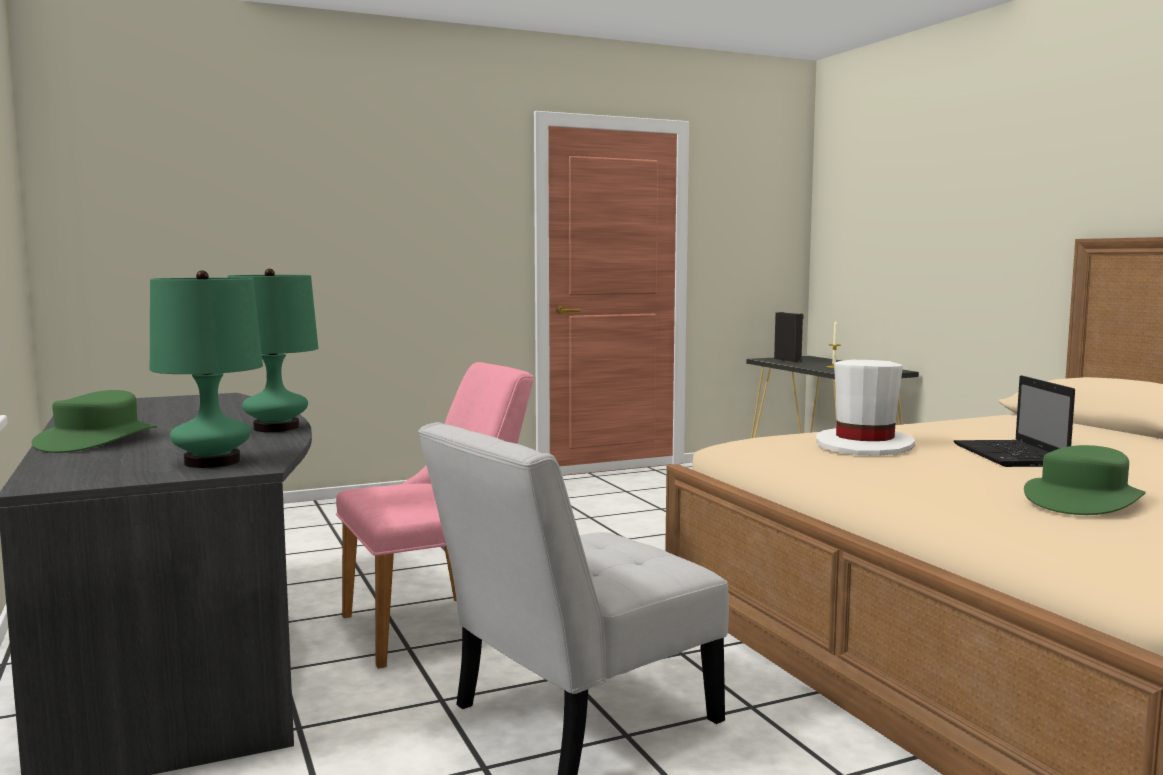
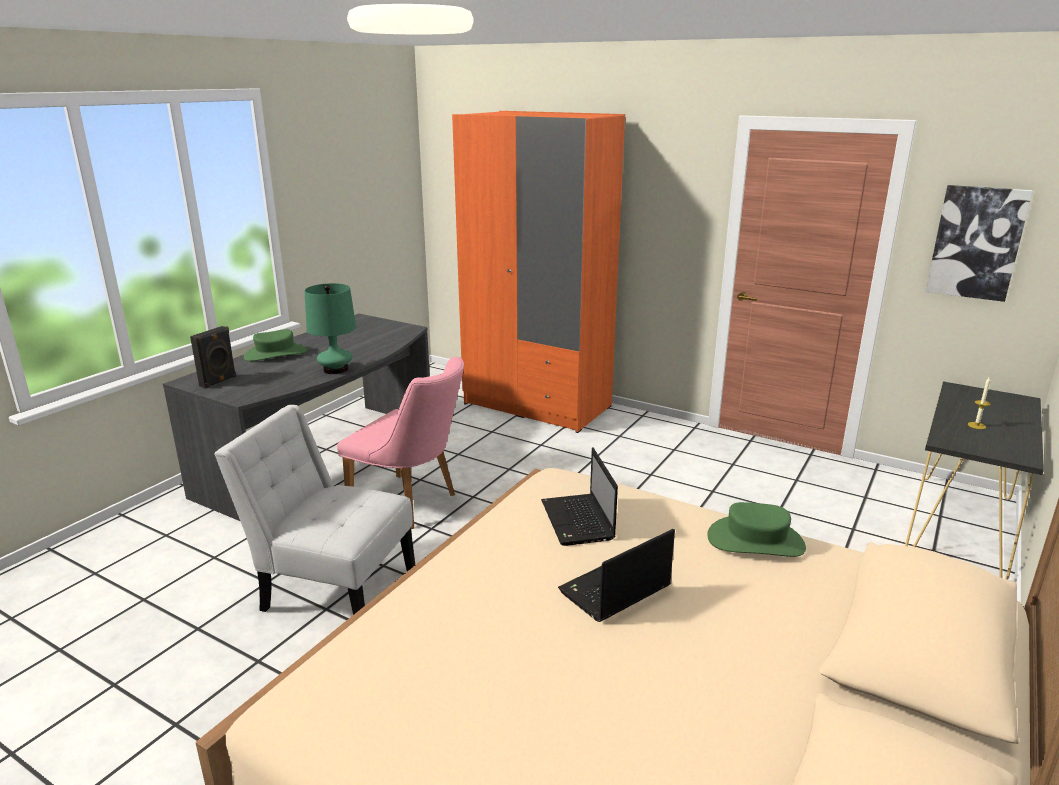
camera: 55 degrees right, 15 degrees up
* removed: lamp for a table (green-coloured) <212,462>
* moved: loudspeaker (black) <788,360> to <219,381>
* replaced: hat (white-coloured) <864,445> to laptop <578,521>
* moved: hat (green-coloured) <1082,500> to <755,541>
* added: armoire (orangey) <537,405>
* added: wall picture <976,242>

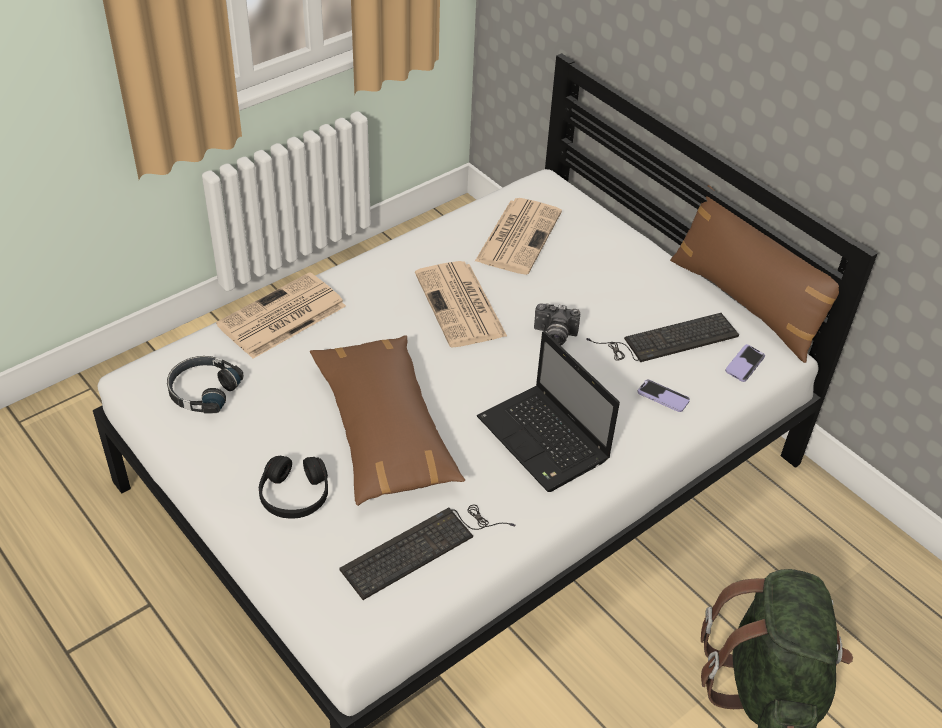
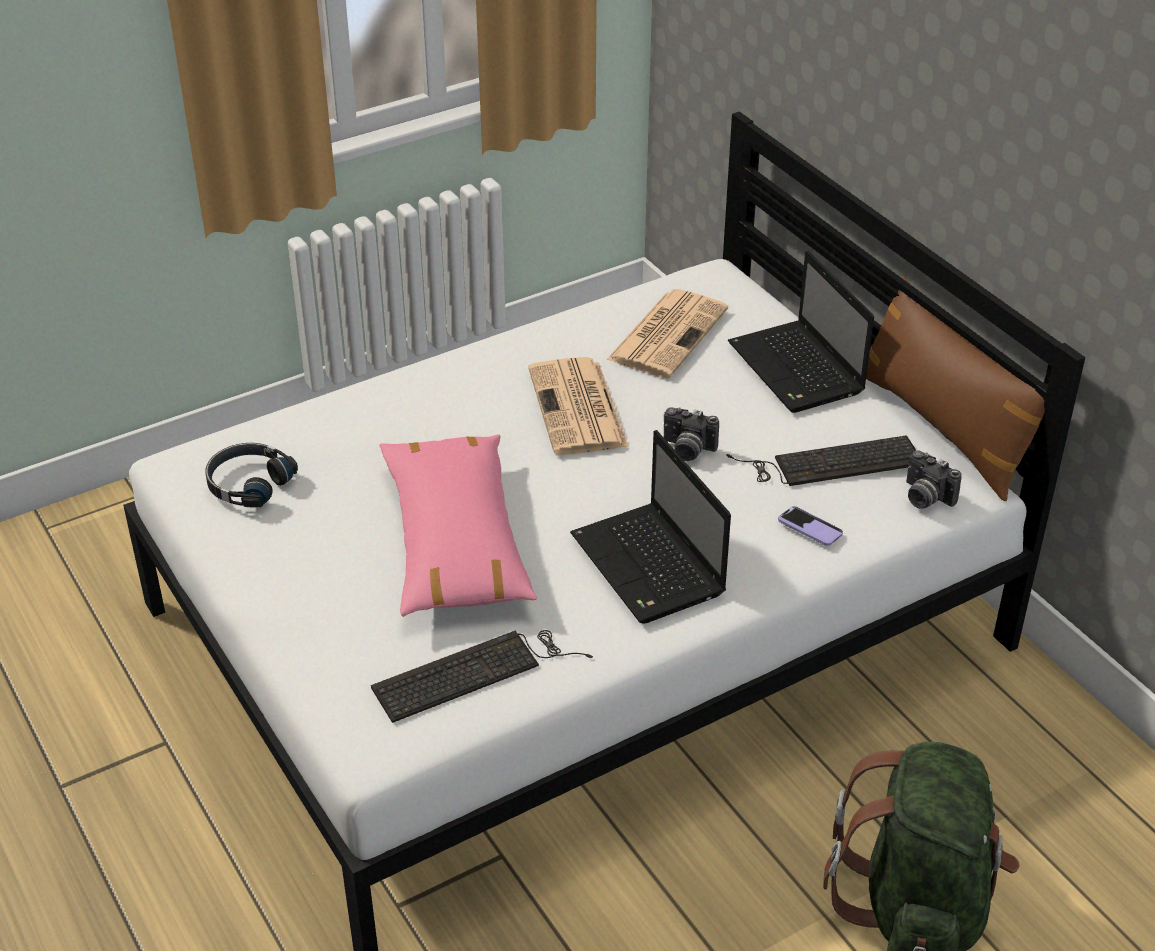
camera: 10 degrees right, 5 degrees down
* removed: daily paper <281,317>
* removed: headphones (black) <294,495>
* recoloured: cushion (brownish) <384,430> to cushion (pink-coloured) <455,541>
* replaced: telephone <744,364> to still camera <924,497>
* added: laptop <798,370>

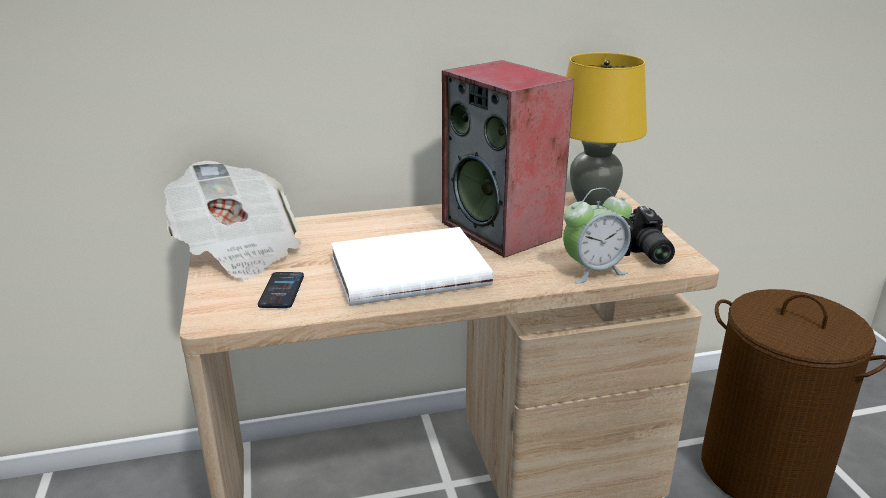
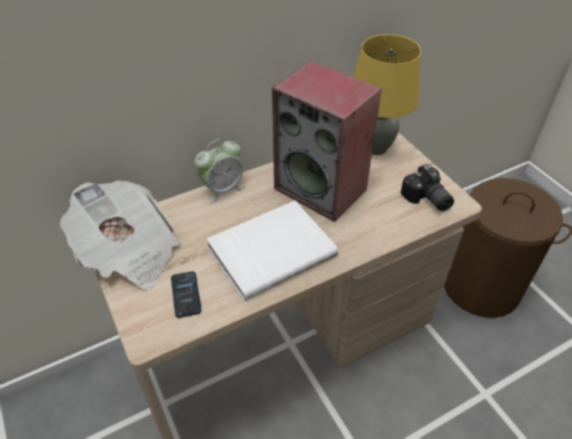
camera: 15 degrees left, 20 degrees up
* moved: bedside clock <593,271> to <222,189>

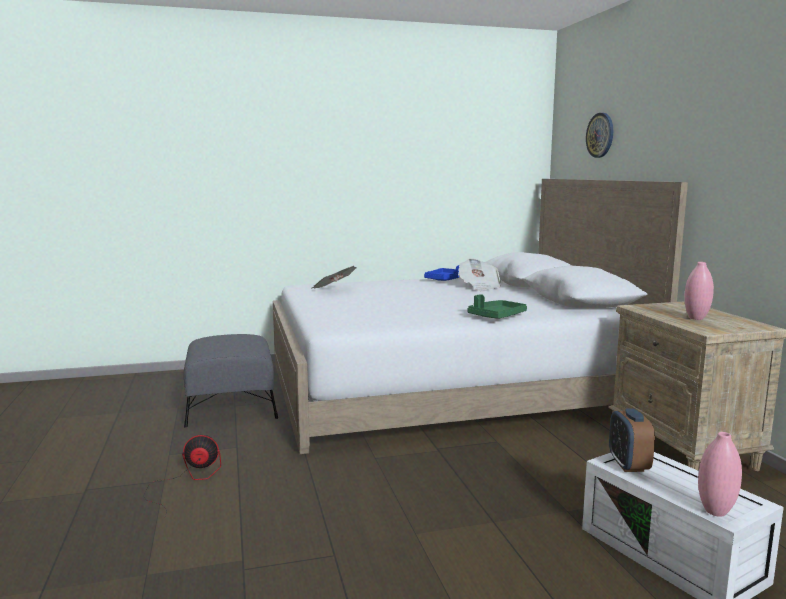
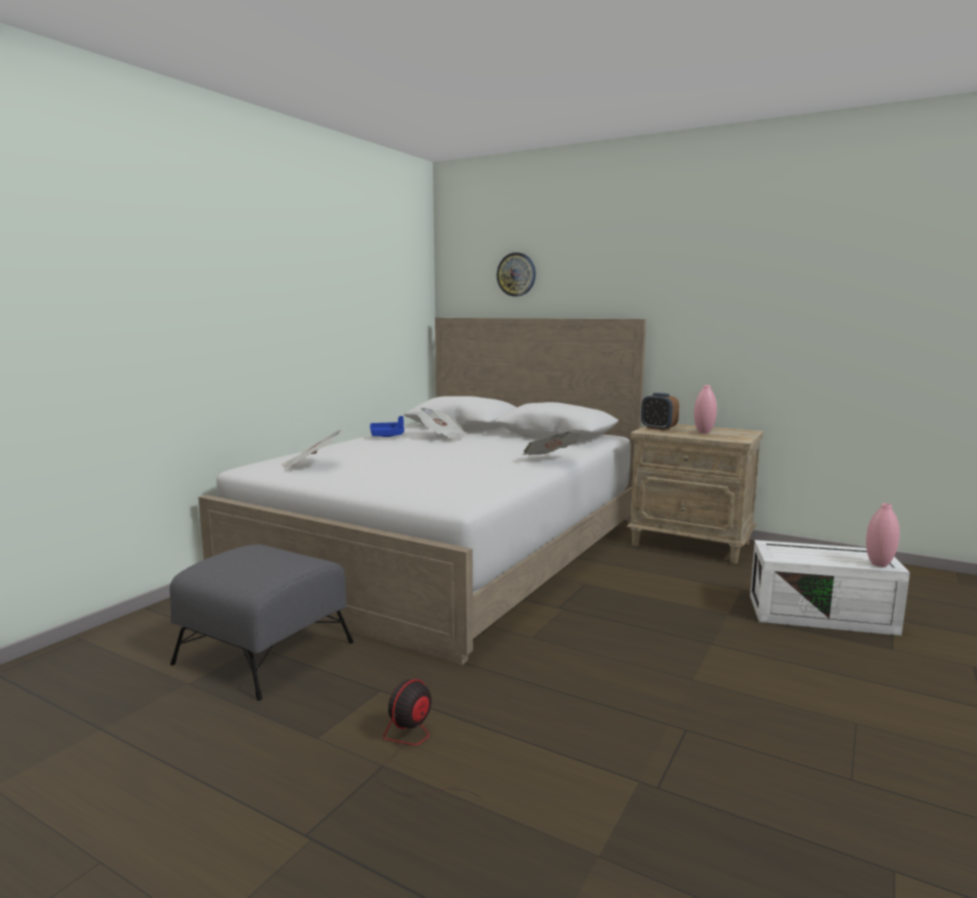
camera: 45 degrees left, 0 degrees up
* replaced: tray (green-coloured) <496,316> to daily paper <550,460>
* moved: bedside clock <628,465> to <658,428>

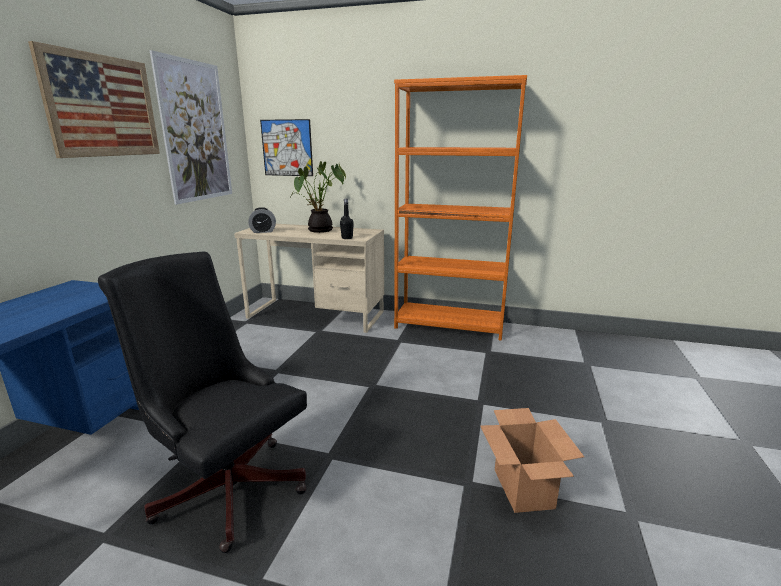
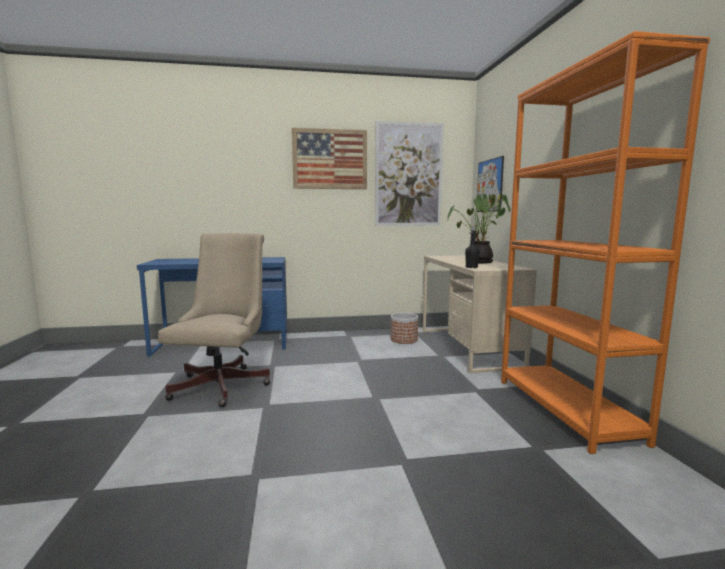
camera: 65 degrees right, 10 degrees down
* recoloured: desk chair (black) <226,484> to desk chair (beige-coloured) <224,383>
* removed: bedside clock <263,231>
* removed: carton <524,489>
* added: flower pot <404,340>

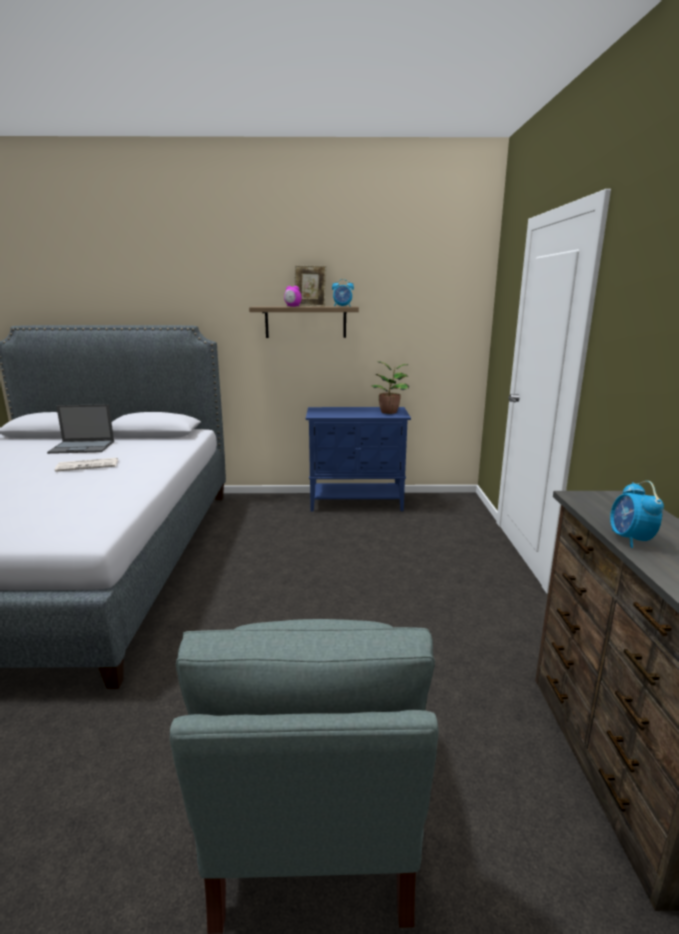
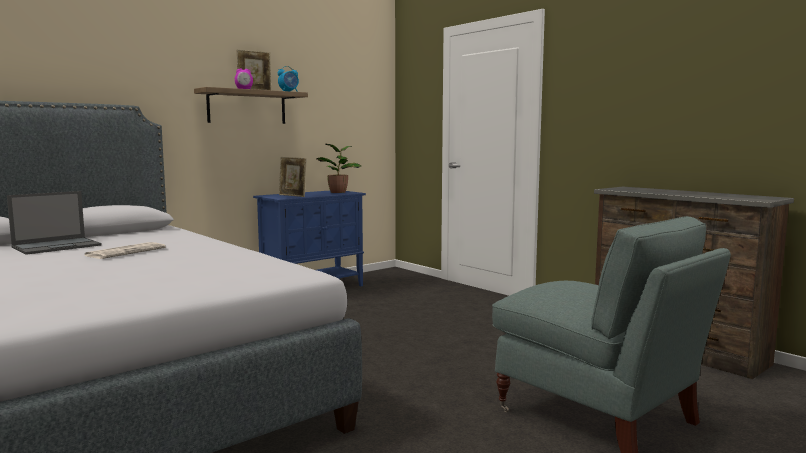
camera: 40 degrees left, 10 degrees down
* removed: bedside clock <630,539>
* added: standing frame <293,196>

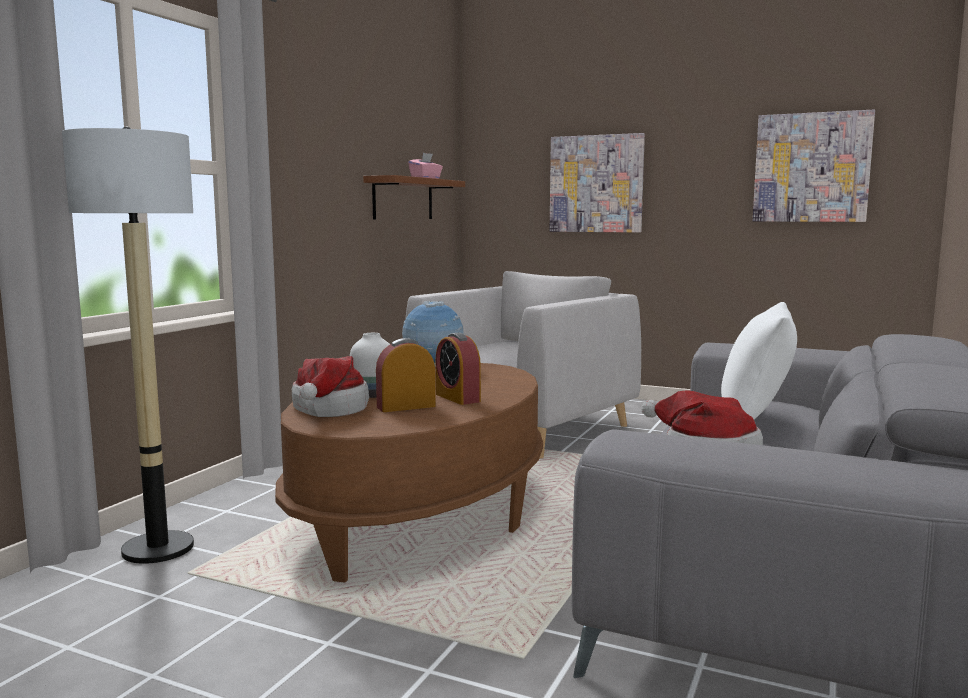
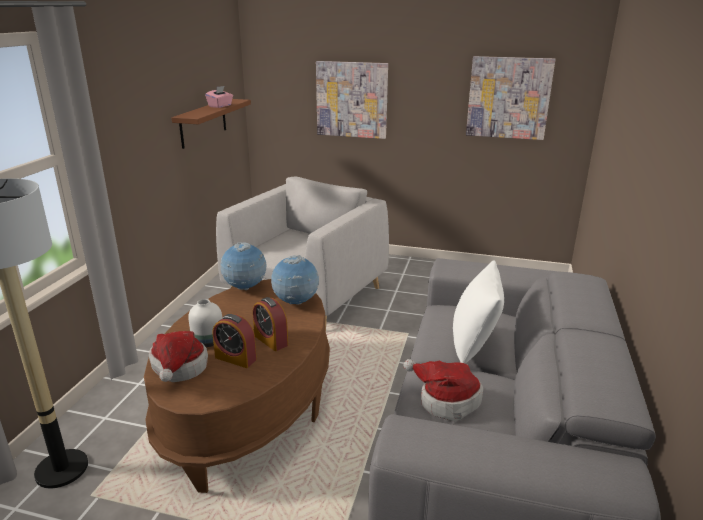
camera: 10 degrees left, 15 degrees up
* turned: bedside clock <406,406> = <235,358> 120 degrees counterclockwise
* added: world globe <296,303>

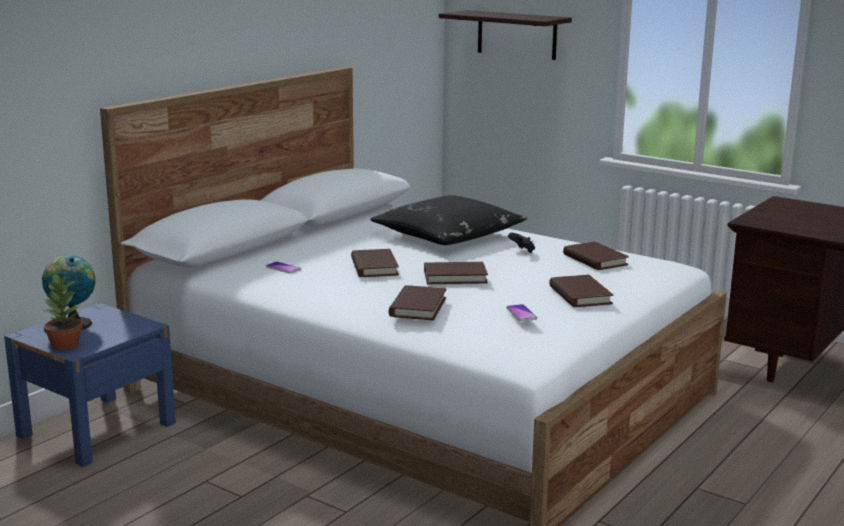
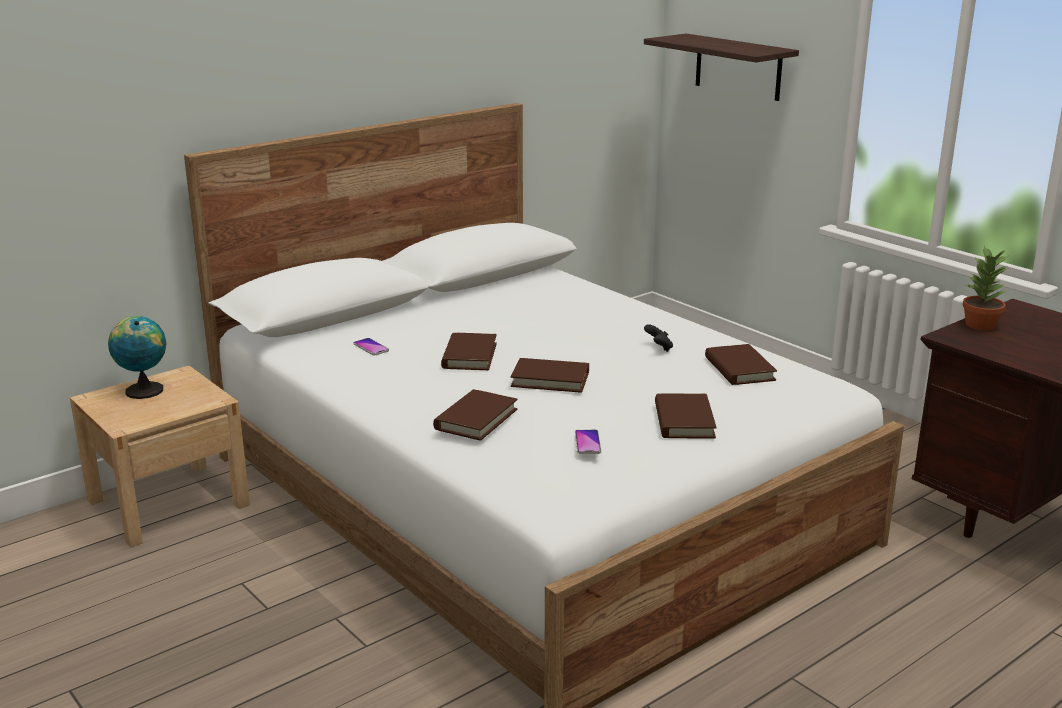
camera: 15 degrees right, 5 degrees up
* recoloured: night table (blue) <97,429> to night table (beige-coloured) <168,503>
* moved: plant in a pot <65,345> to <980,325>
* removed: cushion (black) <448,235>

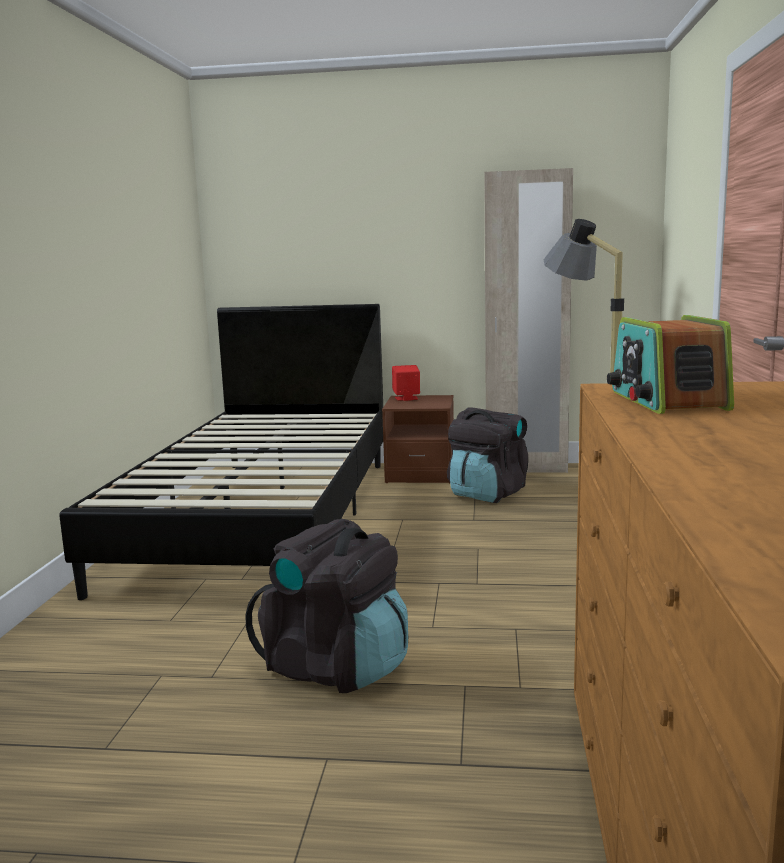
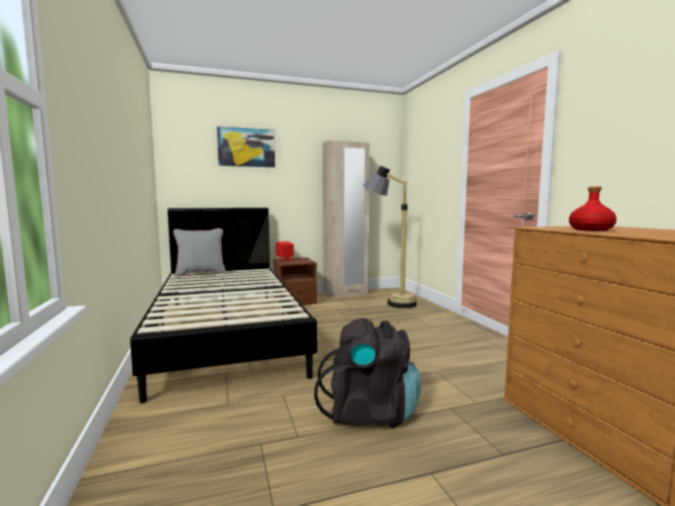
camera: 25 degrees left, 5 degrees down
* removed: knapsack (black) <487,494>
* replaced: radio <667,401> to bottle (red) <591,229>
* added: cushion (greyish) <200,274>
* added: wall picture <246,147>

